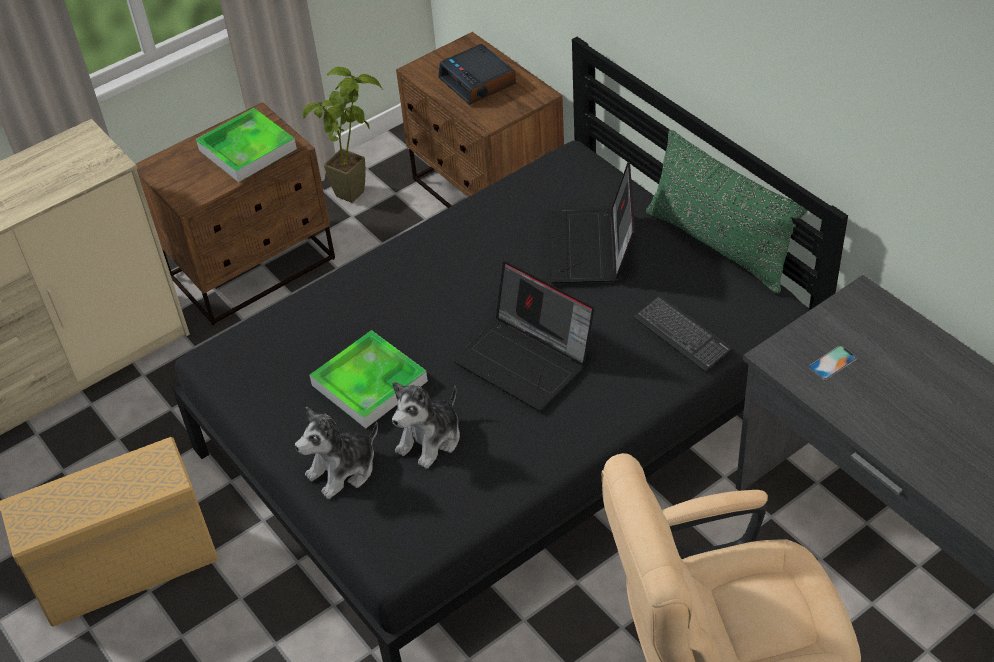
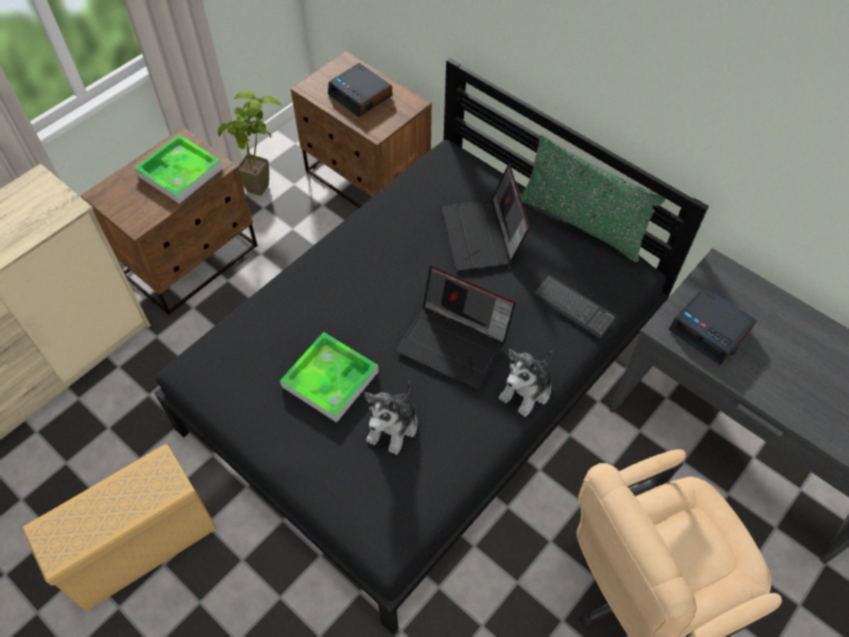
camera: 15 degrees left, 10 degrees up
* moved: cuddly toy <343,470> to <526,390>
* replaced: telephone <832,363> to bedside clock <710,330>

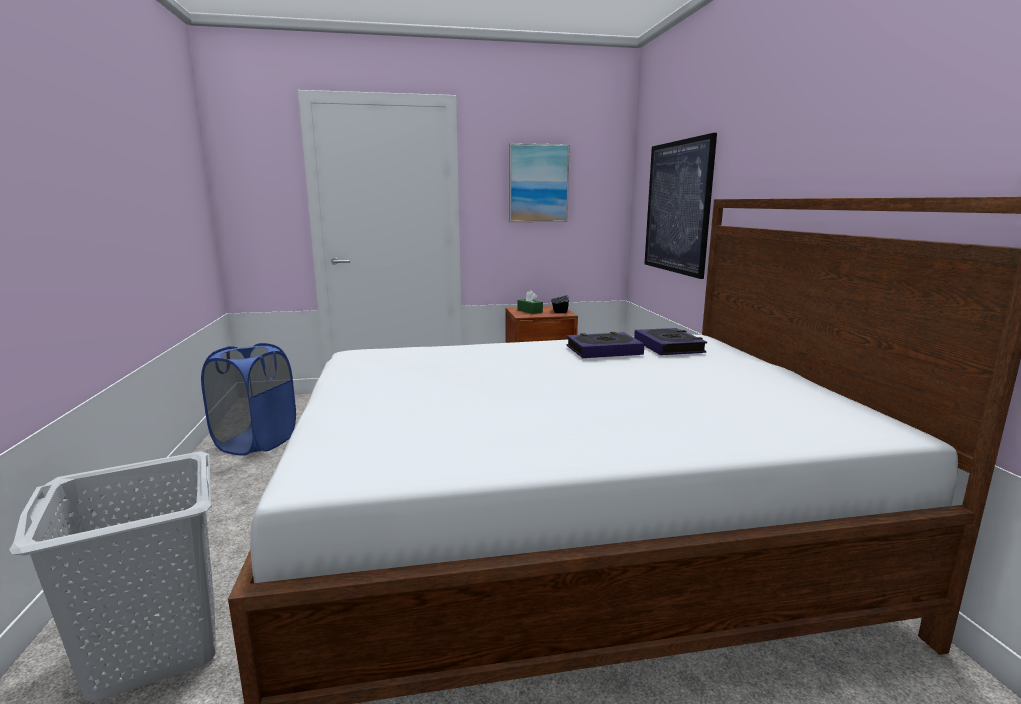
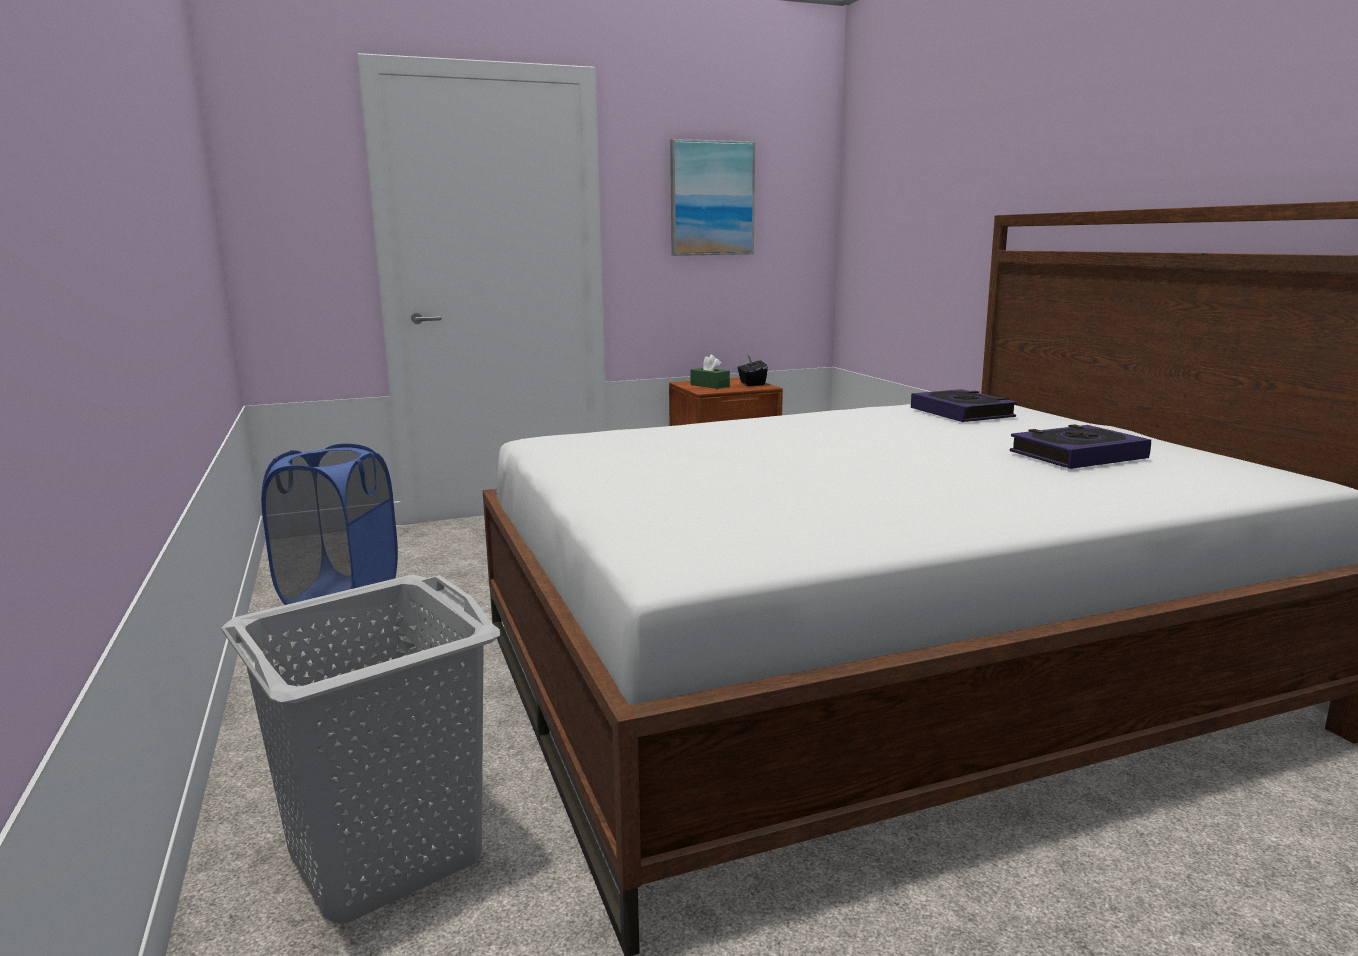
camera: 10 degrees left, 0 degrees up
* moved: book <603,350> to <1077,455>
* removed: wall picture <677,207>

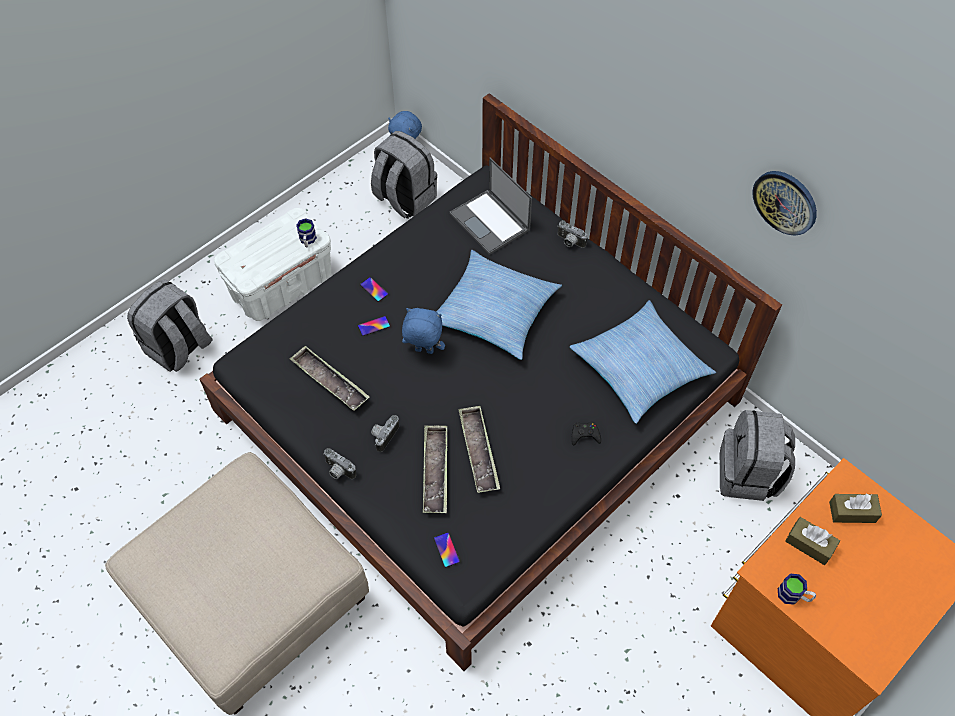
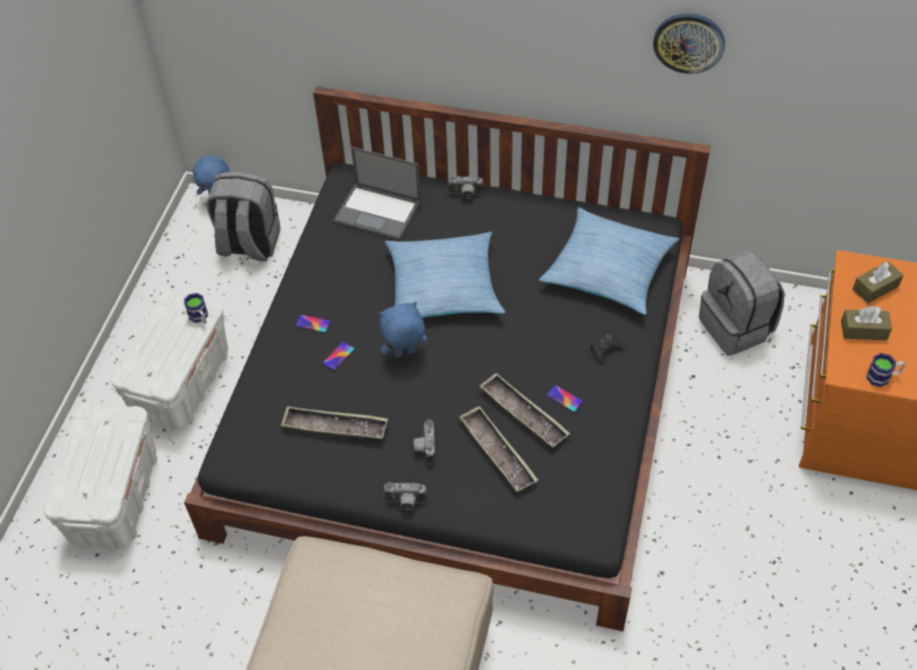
camera: 30 degrees left, 5 degrees down
* replaced: knapsack (greyish) <179,348> to storage container (white-coloured) <115,499>
* moved: telephone <446,550> to <564,398>

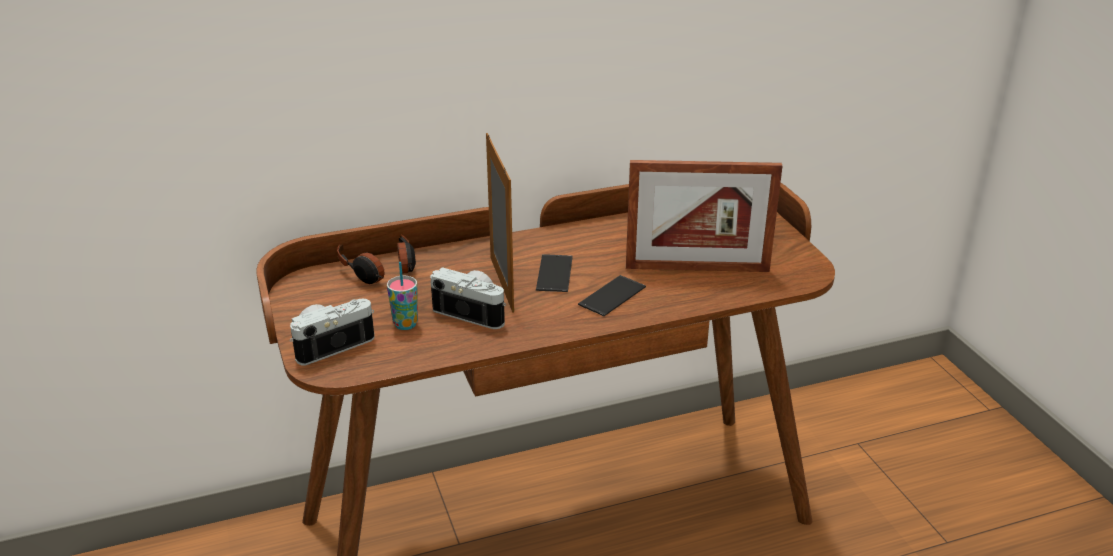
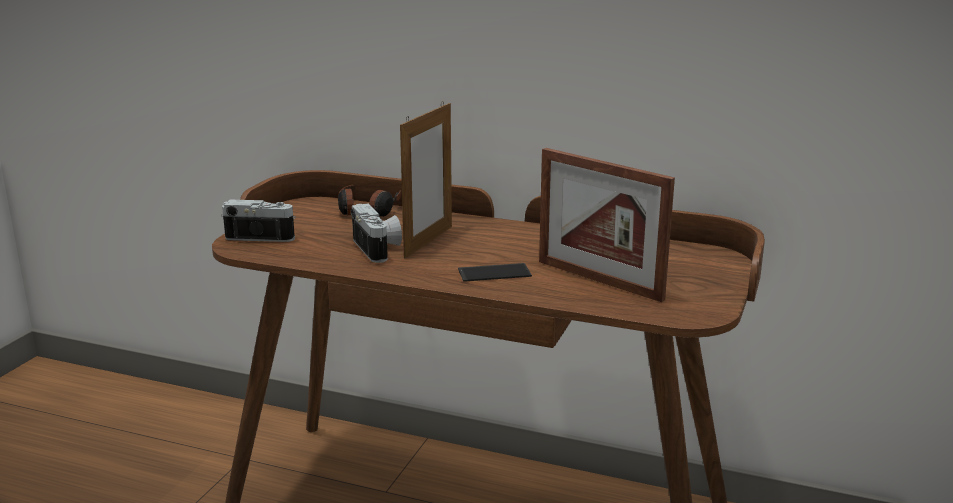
camera: 40 degrees right, 10 degrees down
* removed: small cup <405,324>
* removed: telephone <554,273>

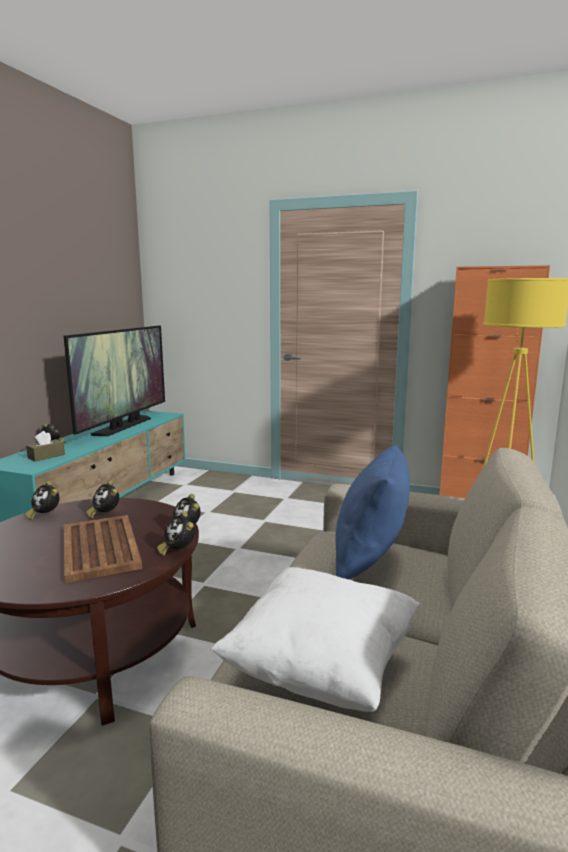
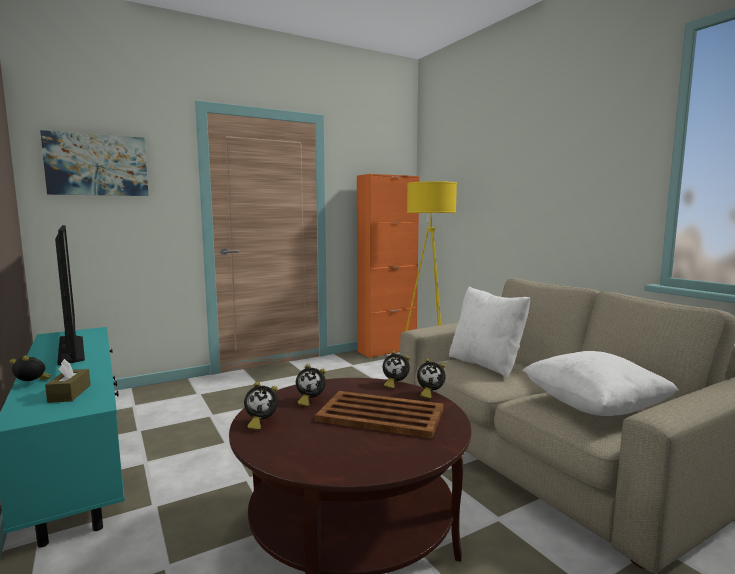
camera: 50 degrees left, 5 degrees down
* recoloured: cushion (blue) <370,558> to cushion (white-coloured) <486,364>
* added: wall picture <97,165>

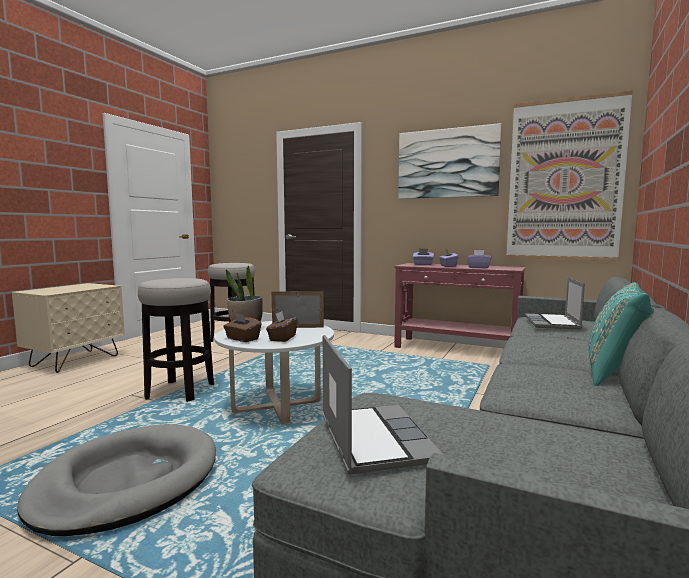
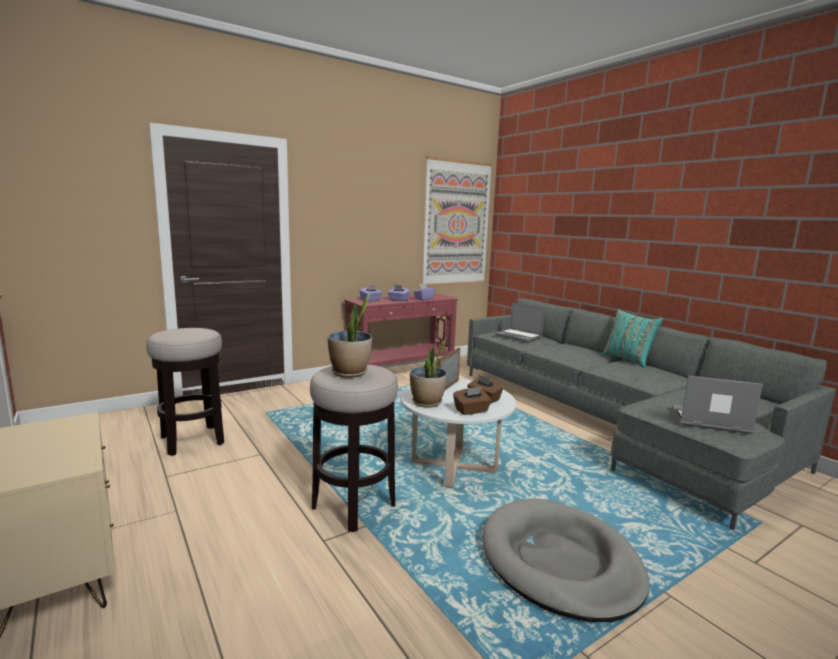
camera: 60 degrees left, 5 degrees up
* removed: wall picture <447,163>
* added: plant in a pot <350,373>

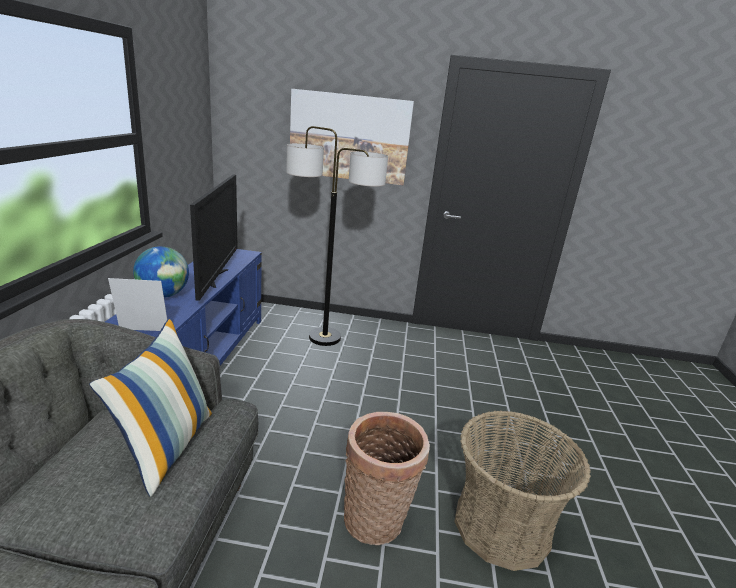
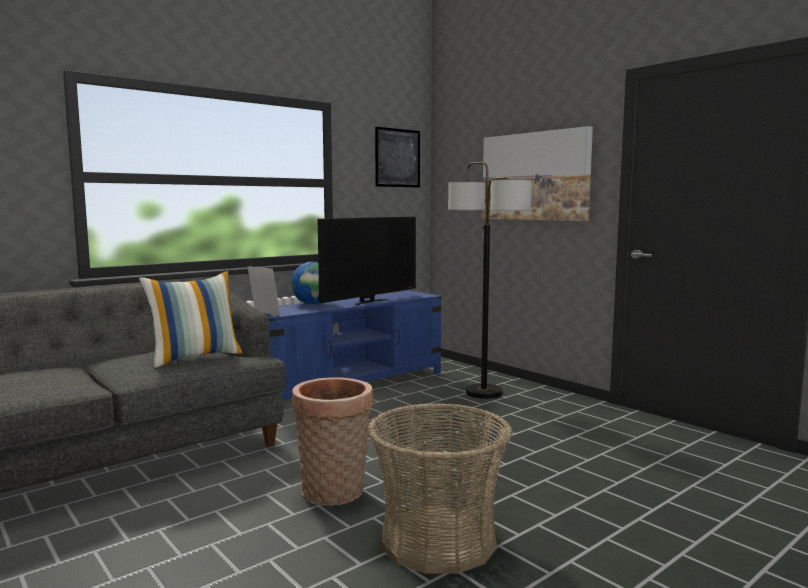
camera: 45 degrees right, 15 degrees down
* added: wall picture <397,158>

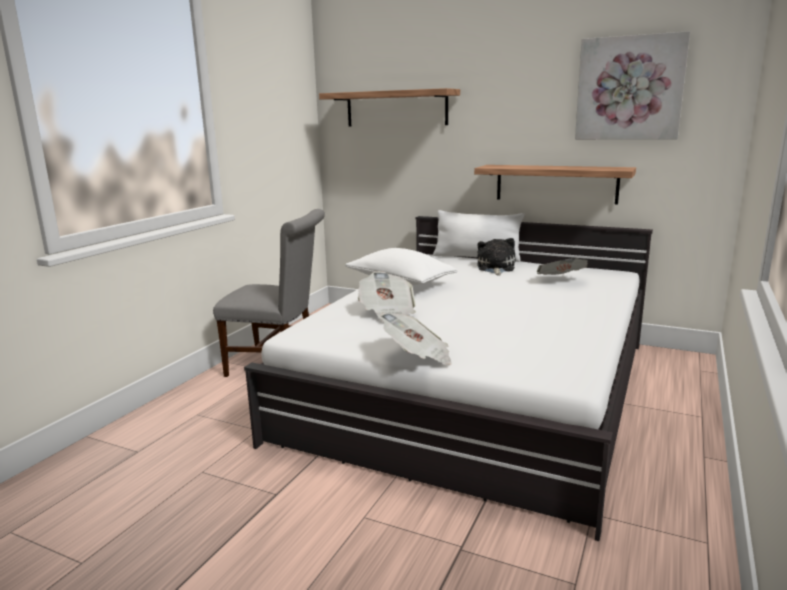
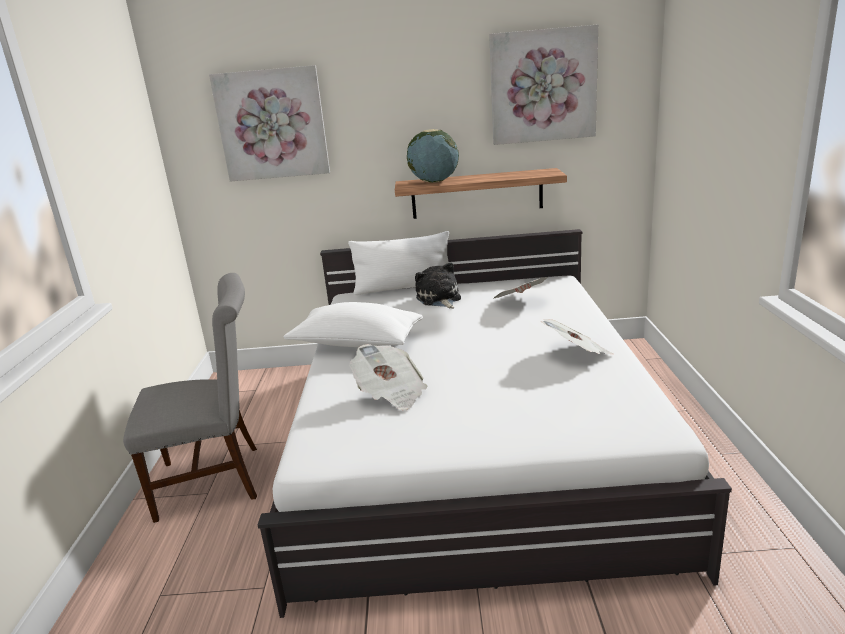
camera: 25 degrees left, 5 degrees up
* replaced: bracket shelf <396,108> to wall picture <272,124>
* moved: daily paper <418,356> to <577,354>
* added: world globe <434,181>

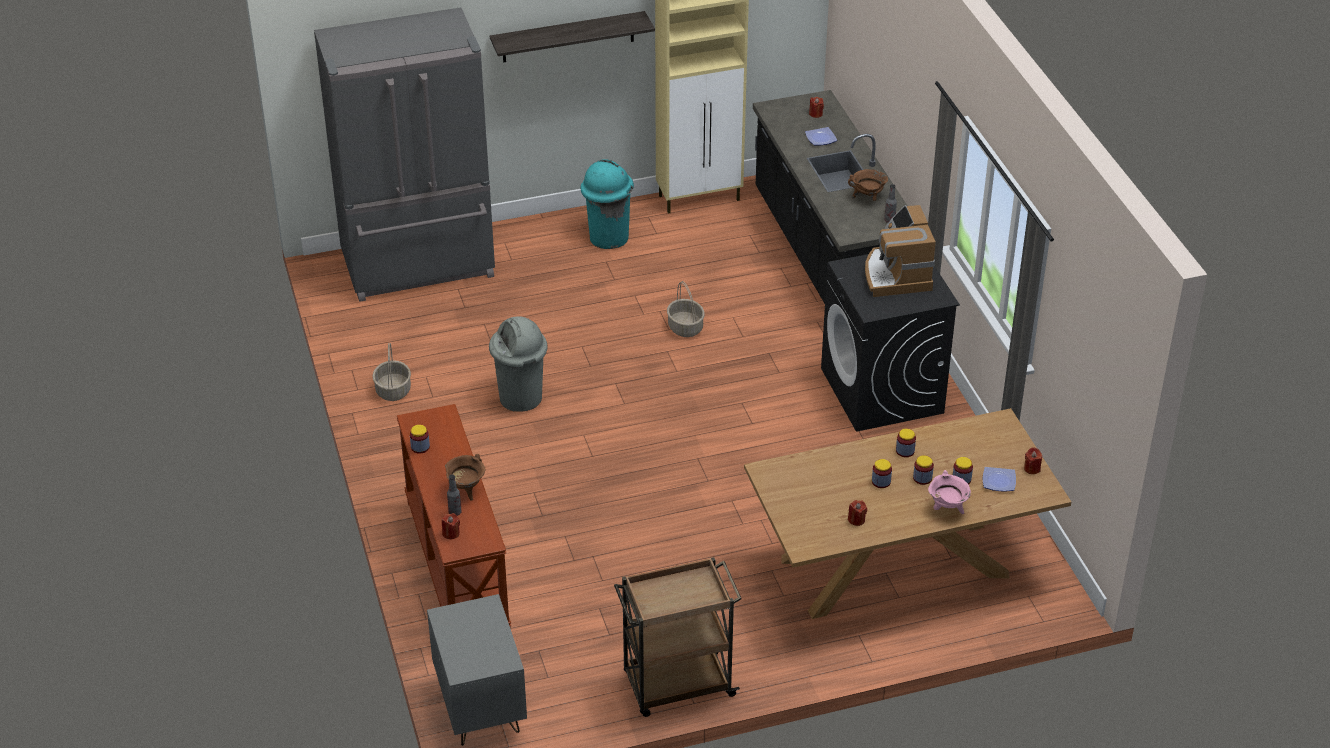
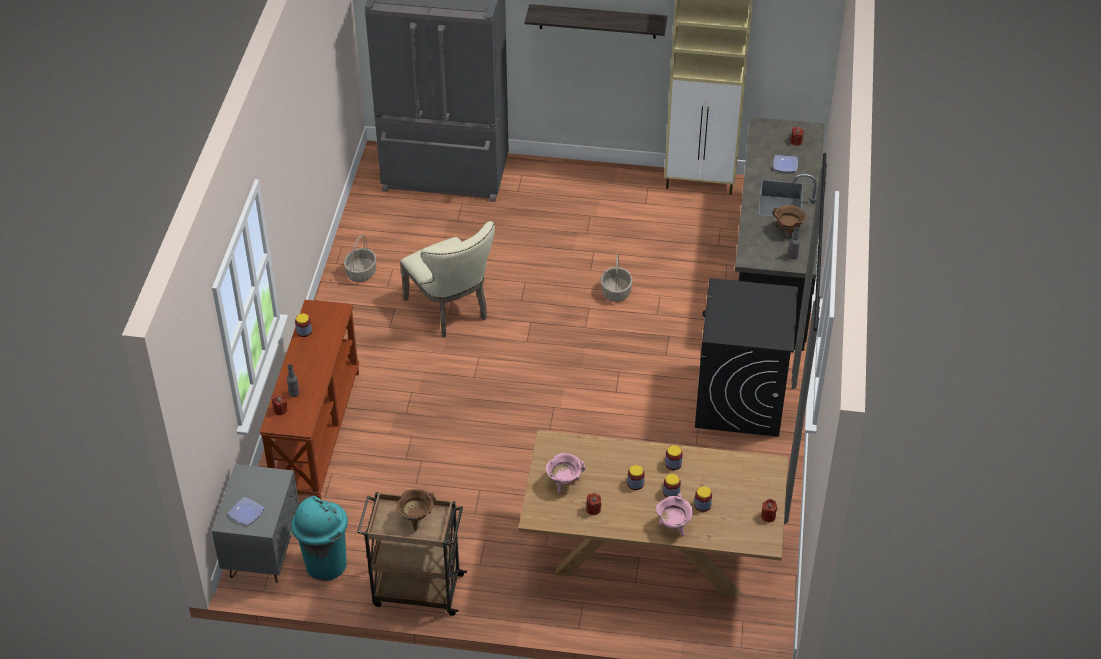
camera: 25 degrees right, 5 degrees up
* moved: saucepot (brownish) <466,490> to <416,519>
* replaced: trash can (greyish) <521,398> to chair (beige-coloured) <451,311>
* moved: trash can (turquoise) <608,237> to <325,564>
* removed: coffee maker <896,275>
* moved: flat dish <998,481> to <245,513>
* added: saucepot (pink-coloured) <564,482>

